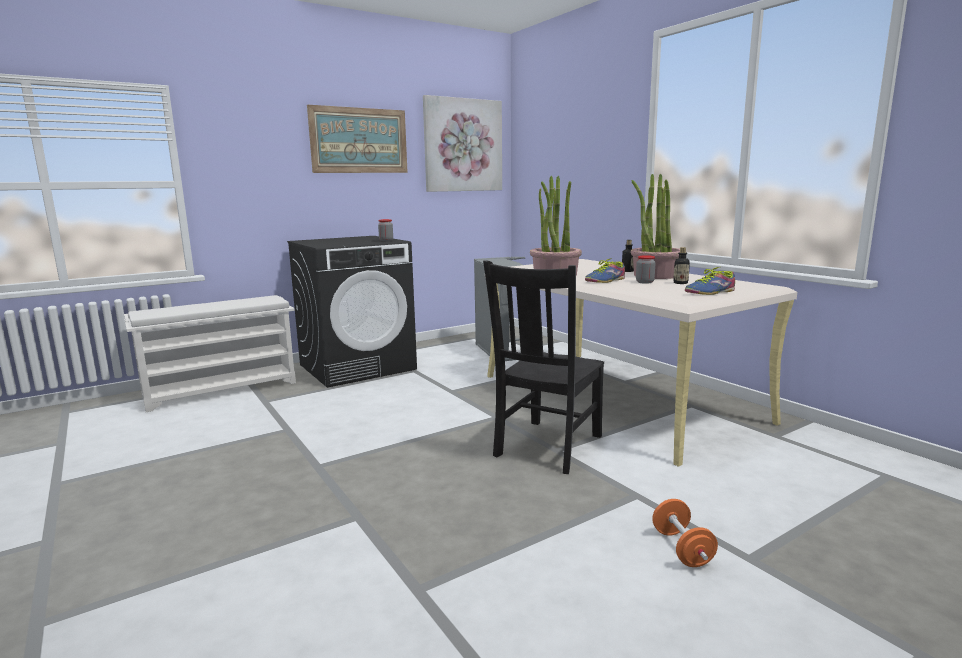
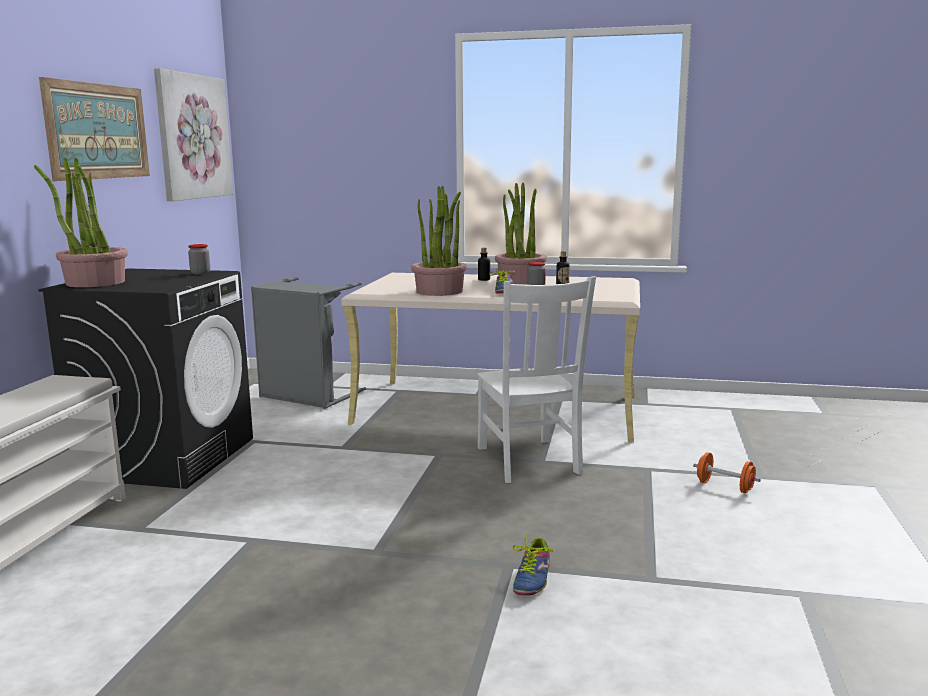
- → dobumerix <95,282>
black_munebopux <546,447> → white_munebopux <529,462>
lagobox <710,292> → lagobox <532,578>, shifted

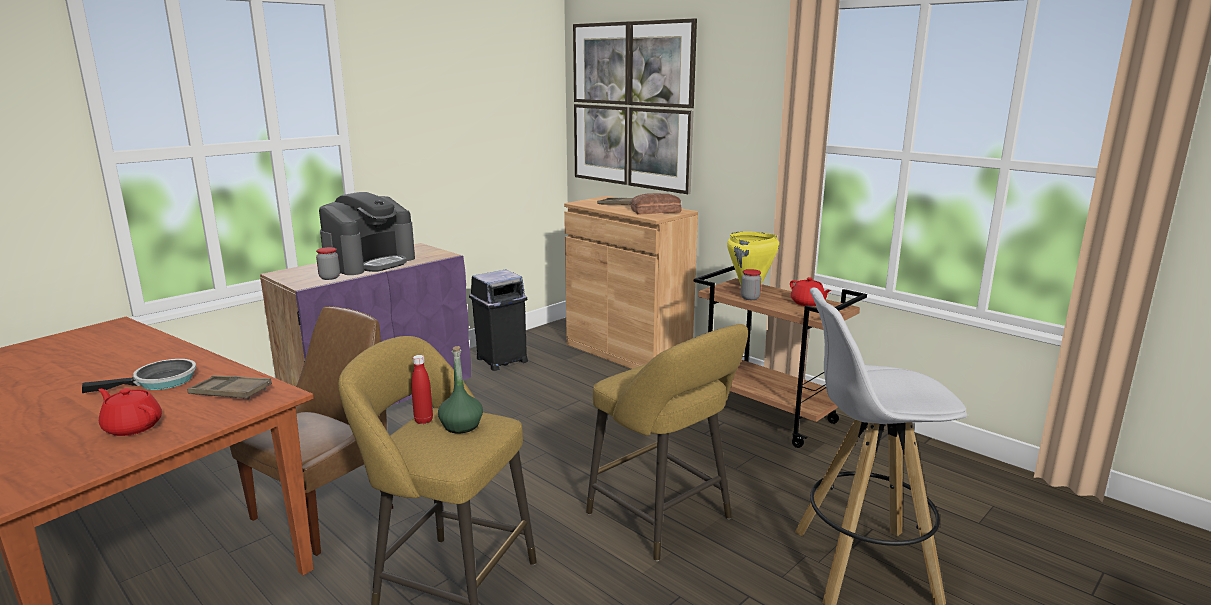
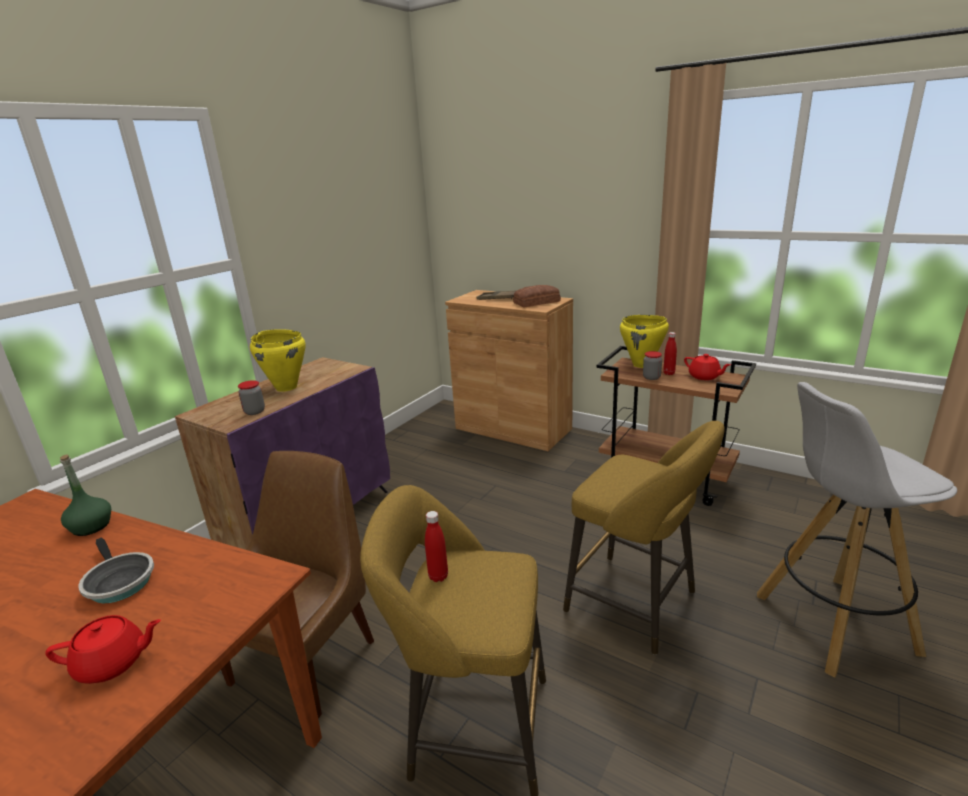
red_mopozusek <132,427> → red_mopozusek <113,663>, 150 degrees clockwise
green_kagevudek <461,426> → green_kagevudek <91,527>, shifted
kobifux <160,382> → kobifux <118,582>, 90 degrees clockwise
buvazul <370,262> → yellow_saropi <286,387>
- → red_kagevudek <669,373>
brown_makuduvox <230,392> → -
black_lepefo <501,360> → -
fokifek <631,105> → -

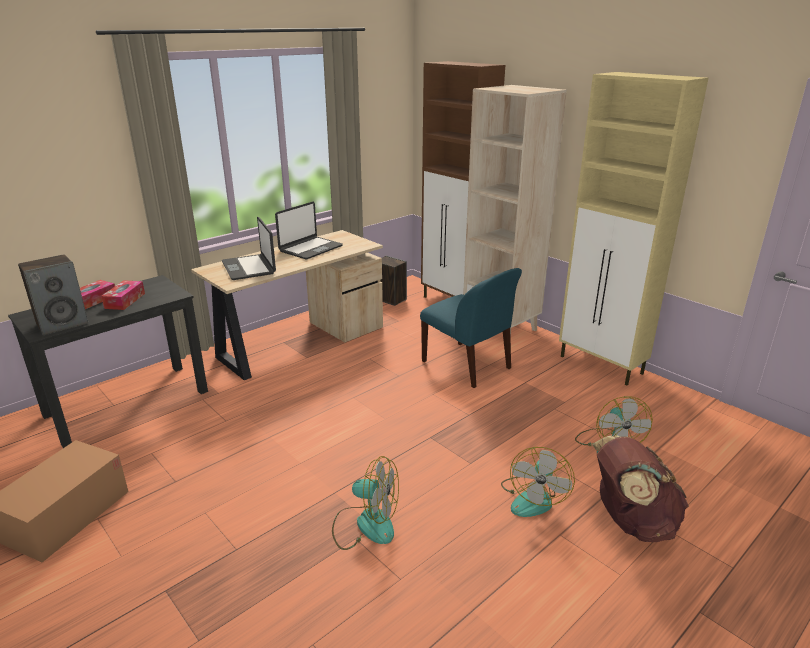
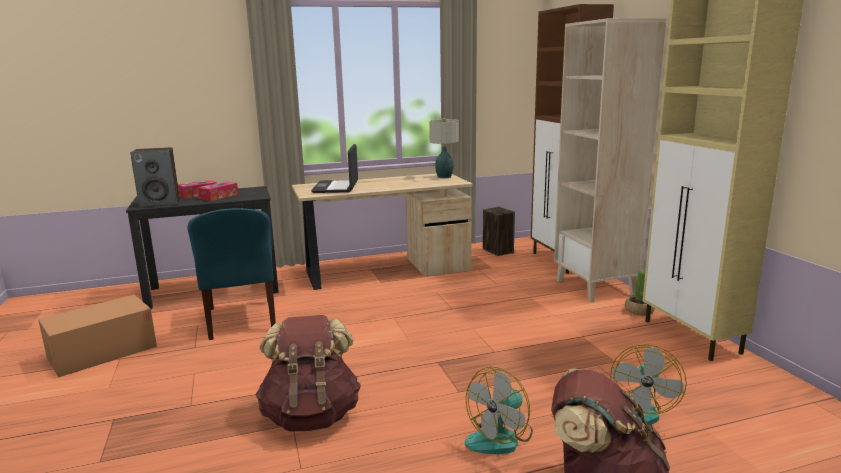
blue_munebopux <467,365> → blue_munebopux <241,320>, shifted
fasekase <365,524> → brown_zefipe <311,416>
- → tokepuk <444,177>
- → dobumerix <639,310>
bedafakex <310,249> → -

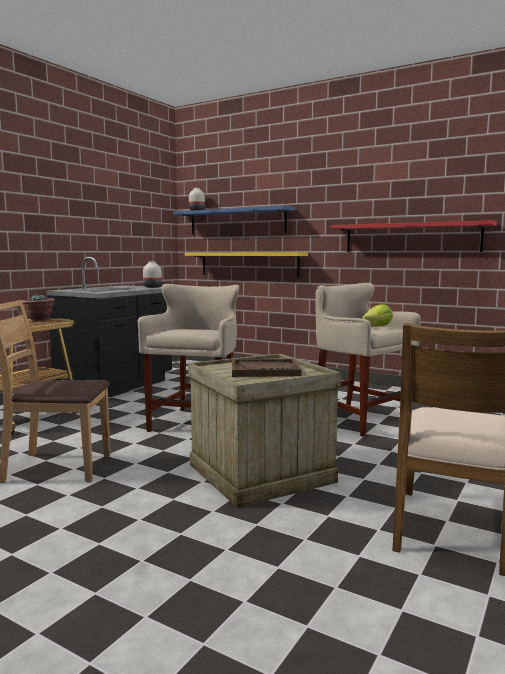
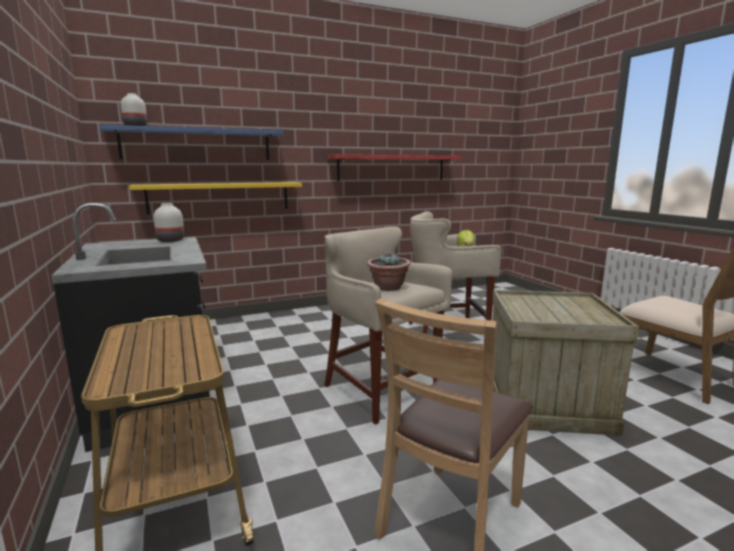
dobumerix <39,319> → dobumerix <388,288>, shifted
brown_makuduvox <265,370> → -

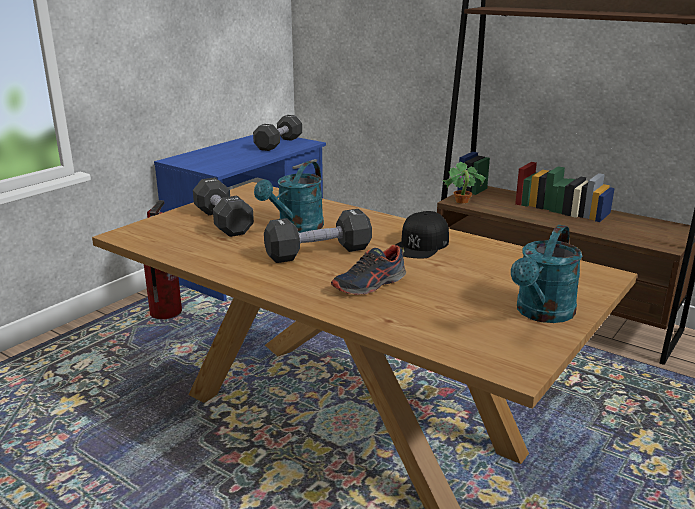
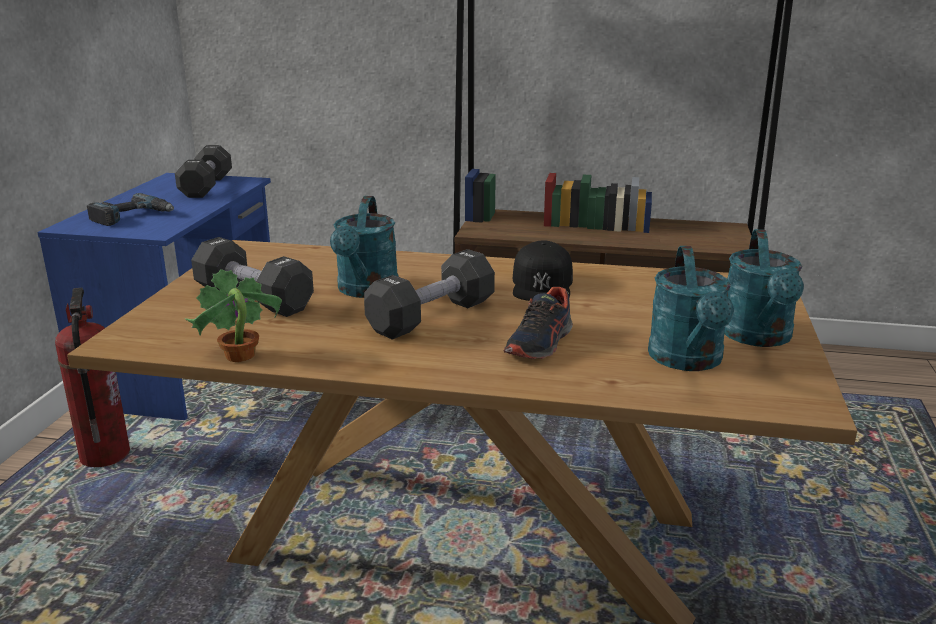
- → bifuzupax <132,216>
dobumerix <461,201> → dobumerix <239,356>, shifted
- → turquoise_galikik <688,361>

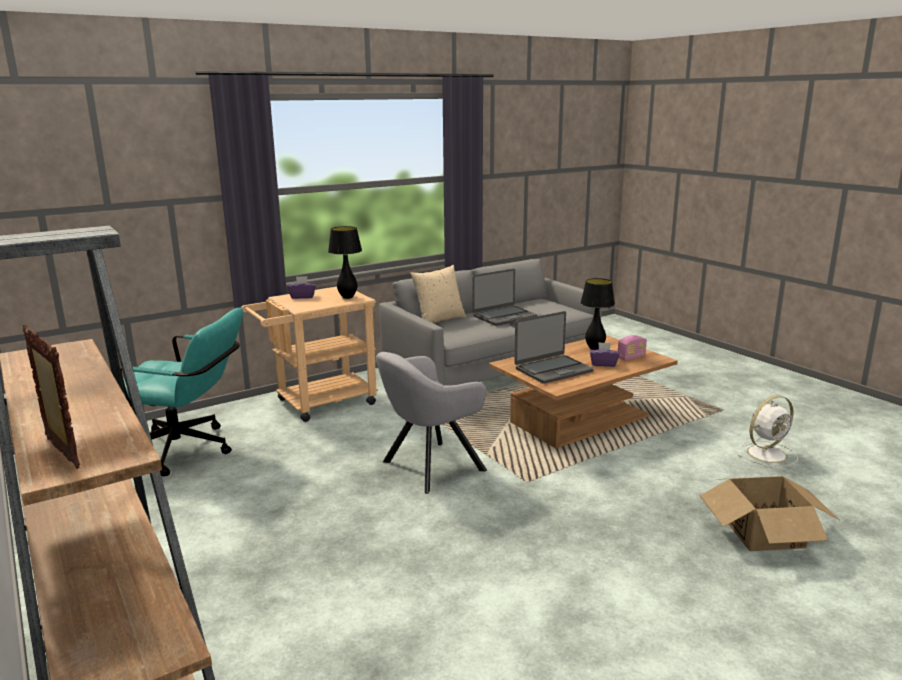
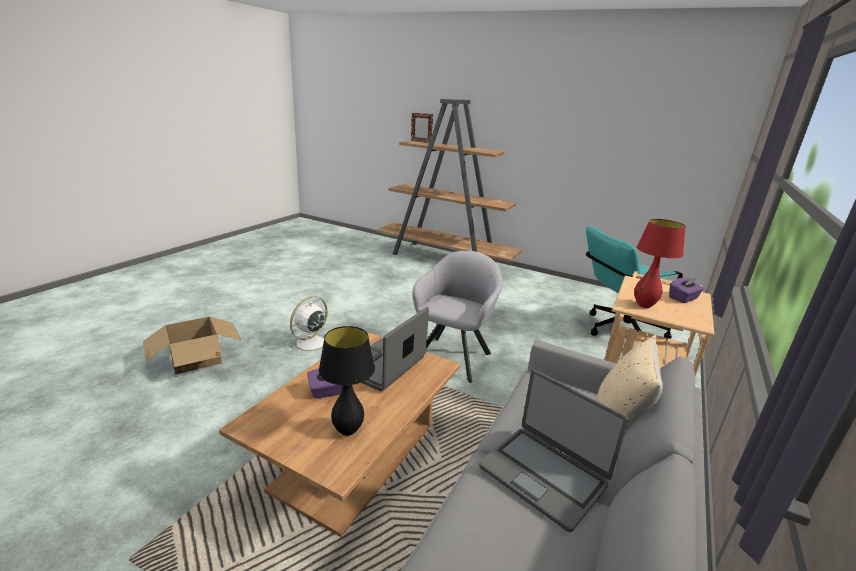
white_fasekase <768,454> → white_fasekase <309,343>, shifted
bedafakex <504,316> → bedafakex <543,475>, 75 degrees counterclockwise
black_tokepuk <347,297> → red_tokepuk <644,305>
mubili <631,357> → -

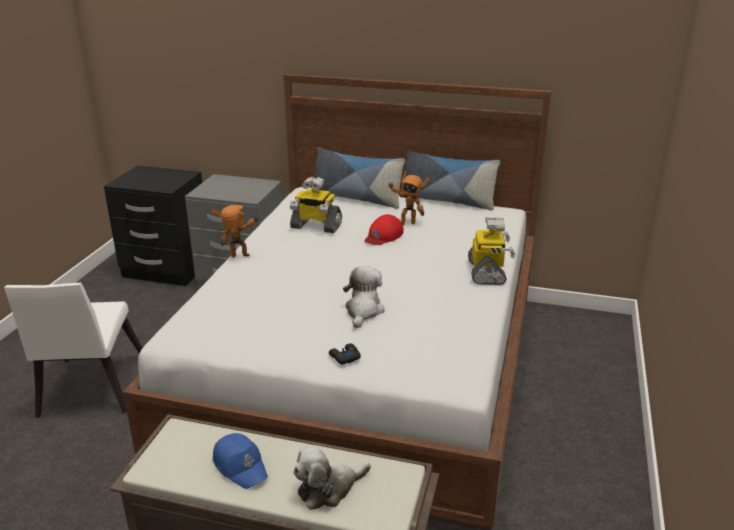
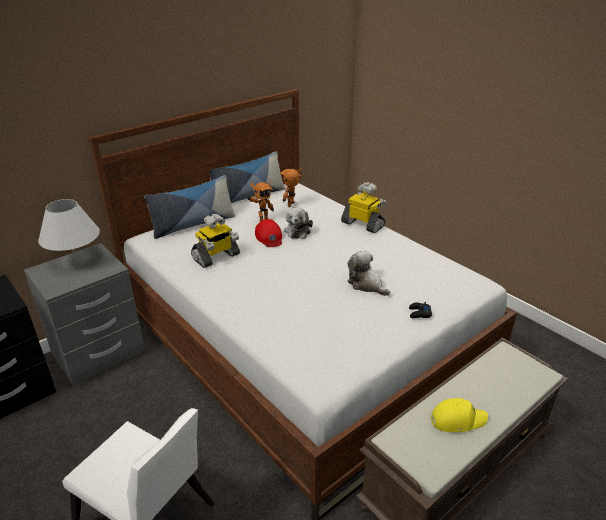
- → white_tokepuk <76,262>
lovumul <240,257> → lovumul <293,205>, shifted
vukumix <328,488> → vukumix <297,230>, shifted
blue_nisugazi <240,466> → yellow_nisugazi <457,419>

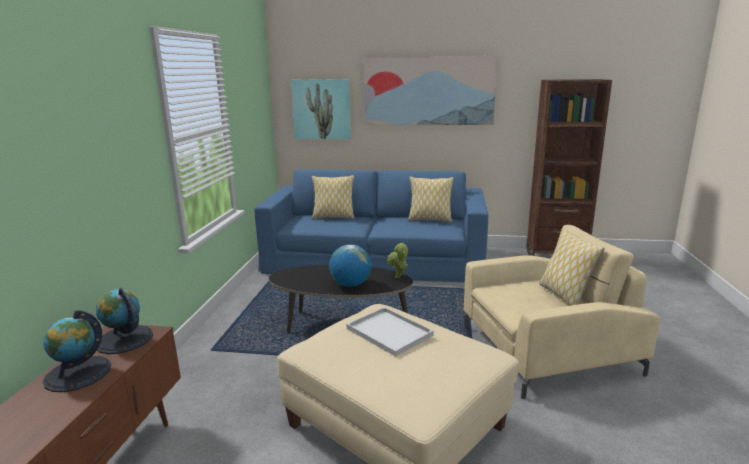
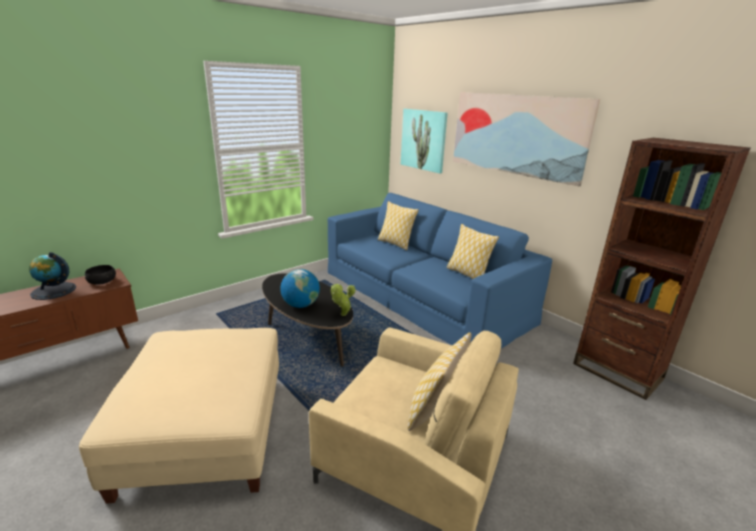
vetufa <124,339> → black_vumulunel <102,281>
white_makuduvox <387,331> → -

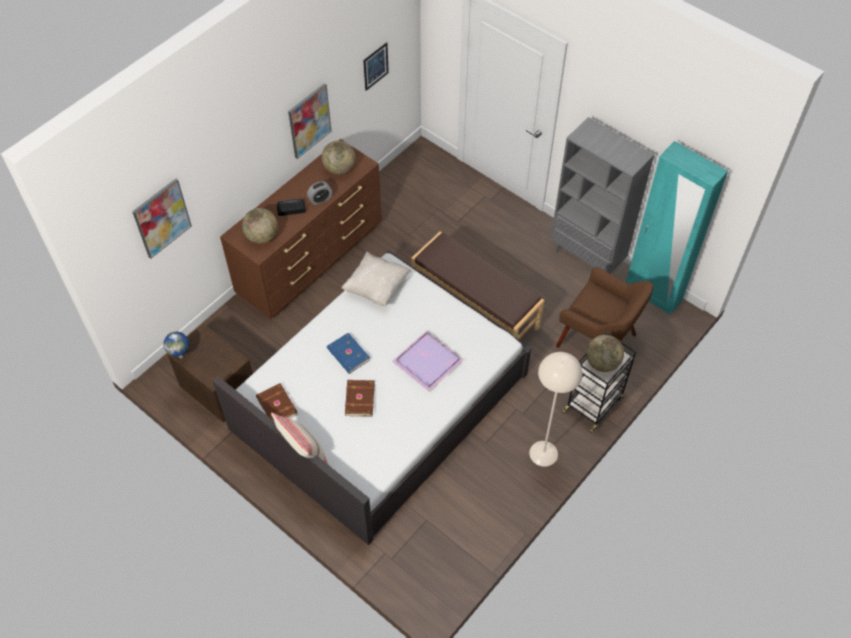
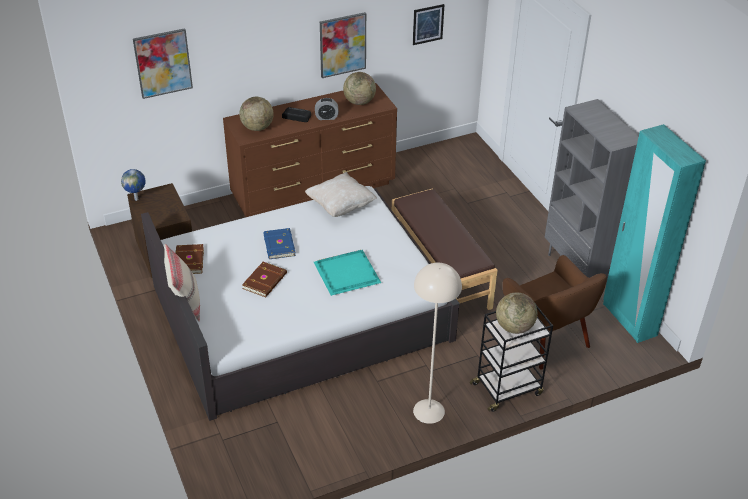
purple_makuduvox <428,362> → turquoise_makuduvox <346,275>

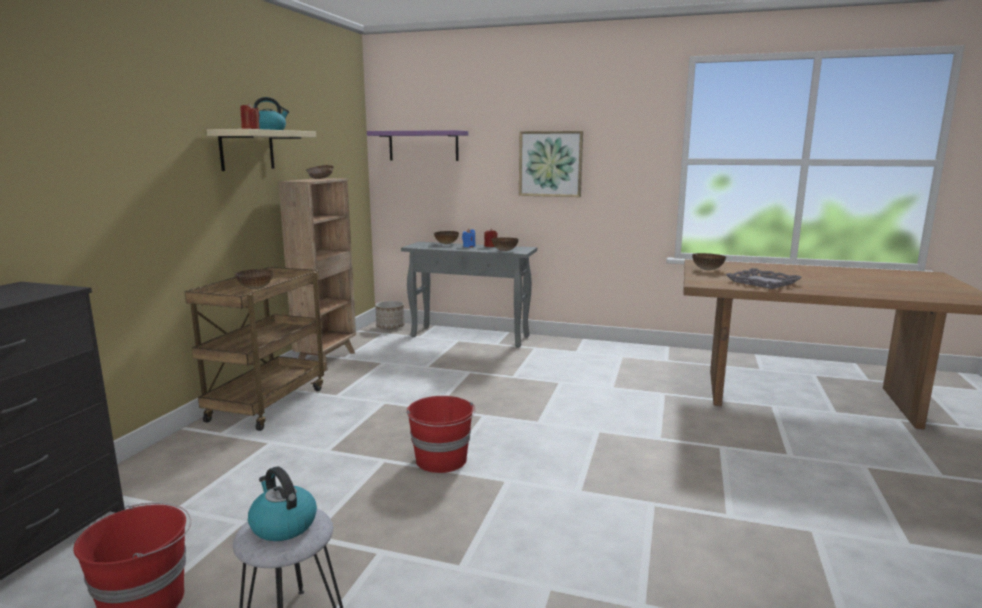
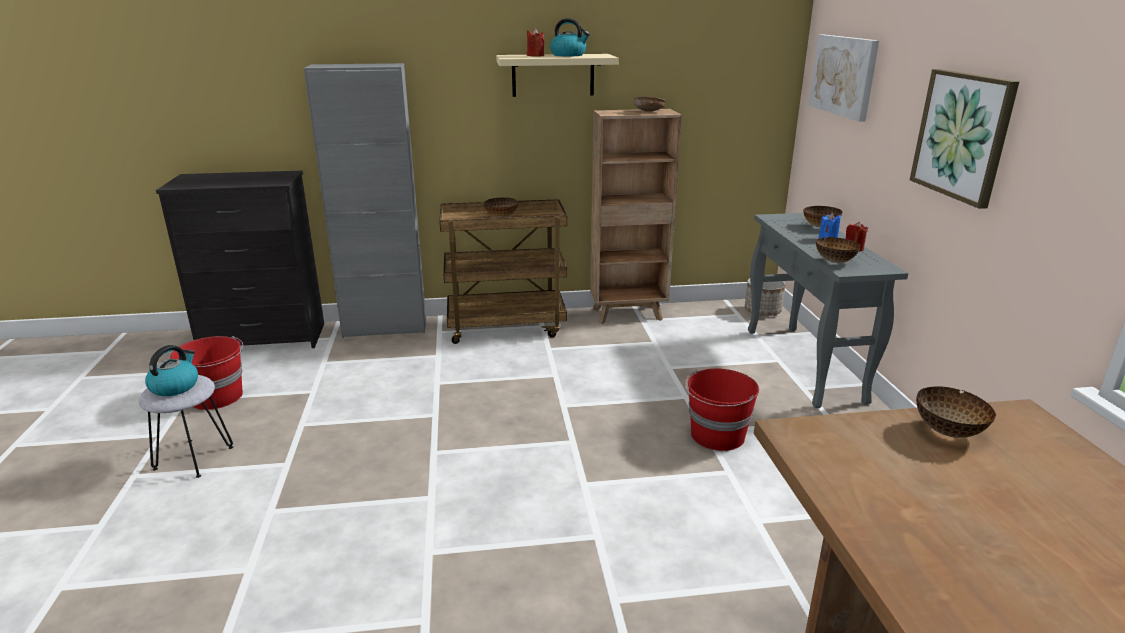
- → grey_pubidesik <385,327>
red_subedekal <442,460> → red_subedekal <717,436>, shifted
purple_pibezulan <423,146> → fokifek <843,75>
grey_makuduvox <763,282> → -

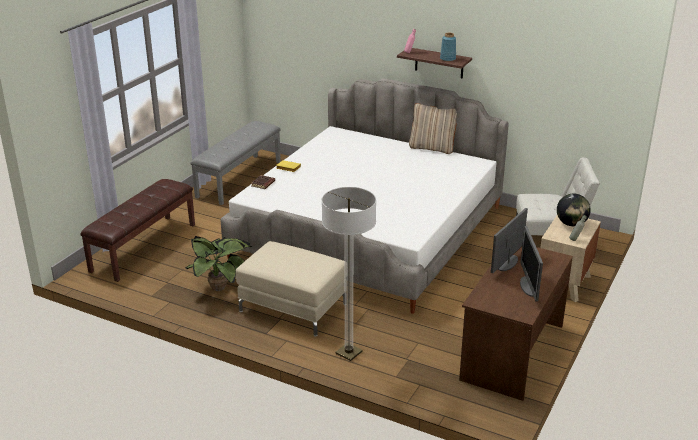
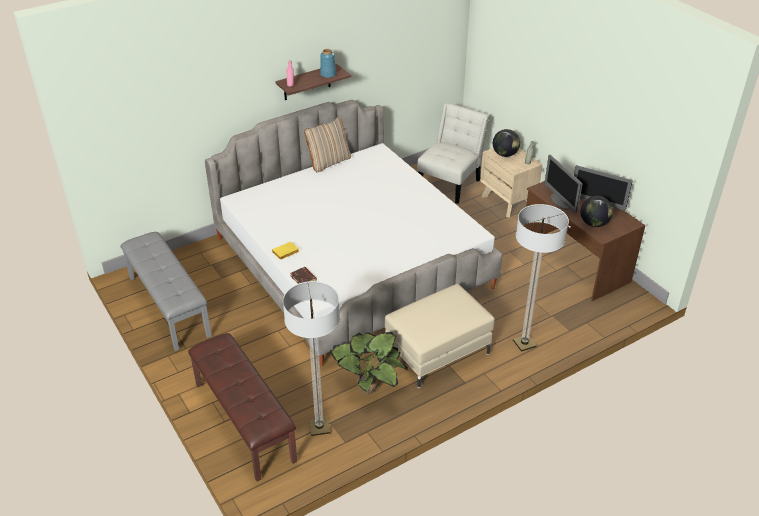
- → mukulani <319,427>
- → vetufa <594,224>

